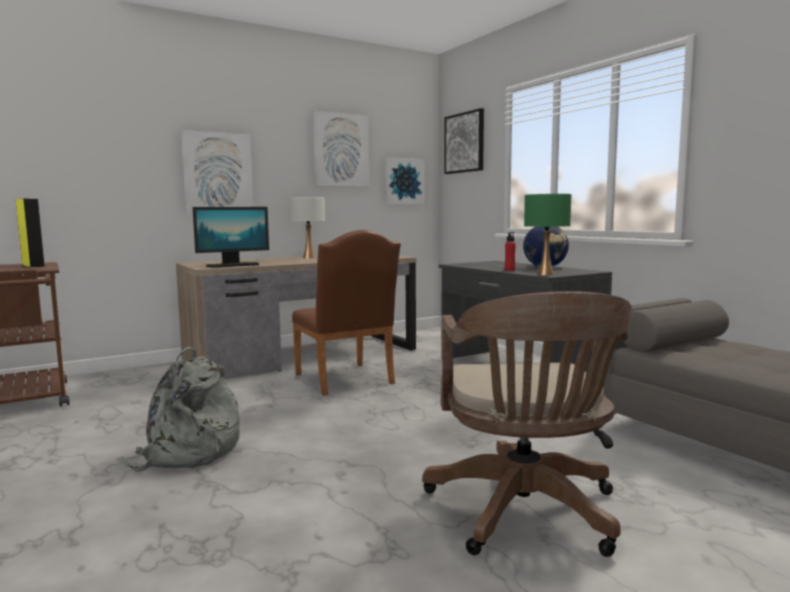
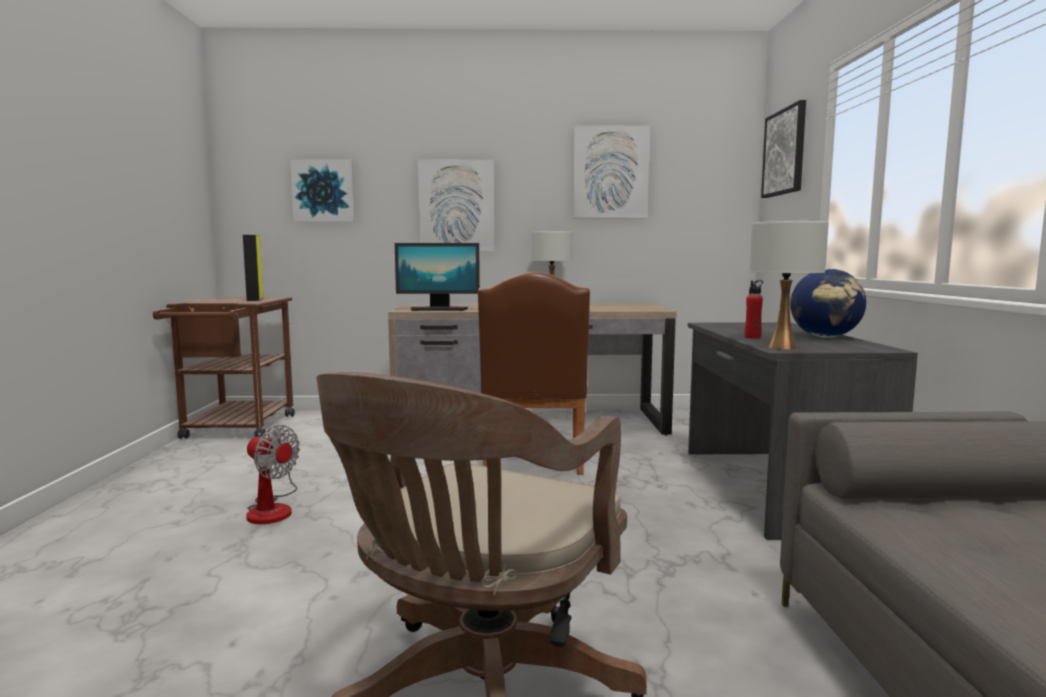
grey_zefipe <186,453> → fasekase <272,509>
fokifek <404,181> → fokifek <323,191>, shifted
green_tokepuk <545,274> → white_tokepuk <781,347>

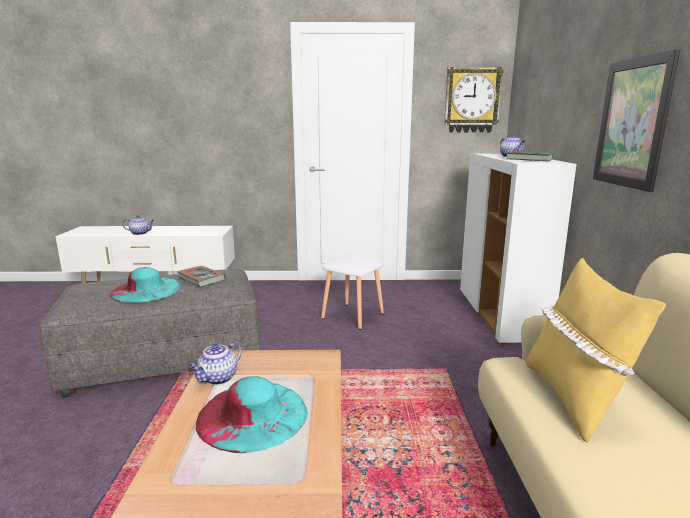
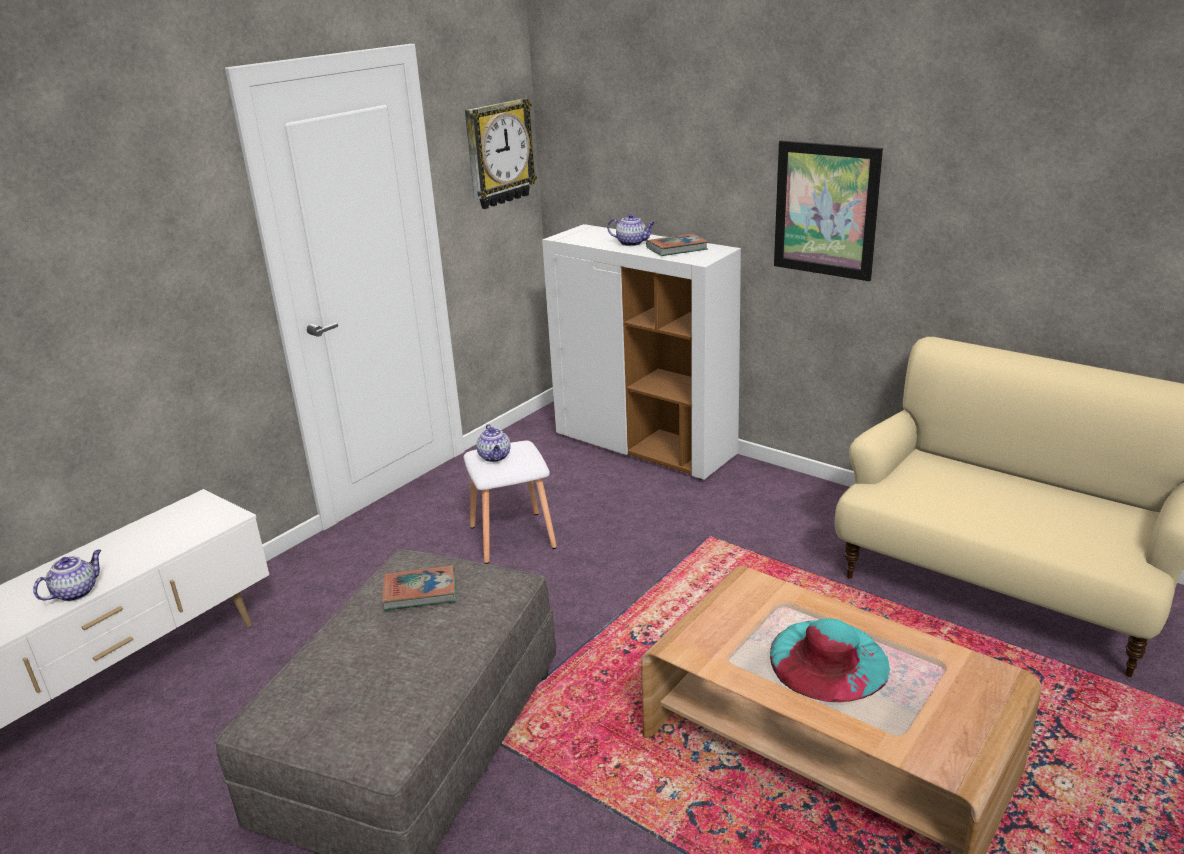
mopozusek <218,378> → mopozusek <495,457>, shifted
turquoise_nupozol <146,290> → -
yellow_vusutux <573,398> → -

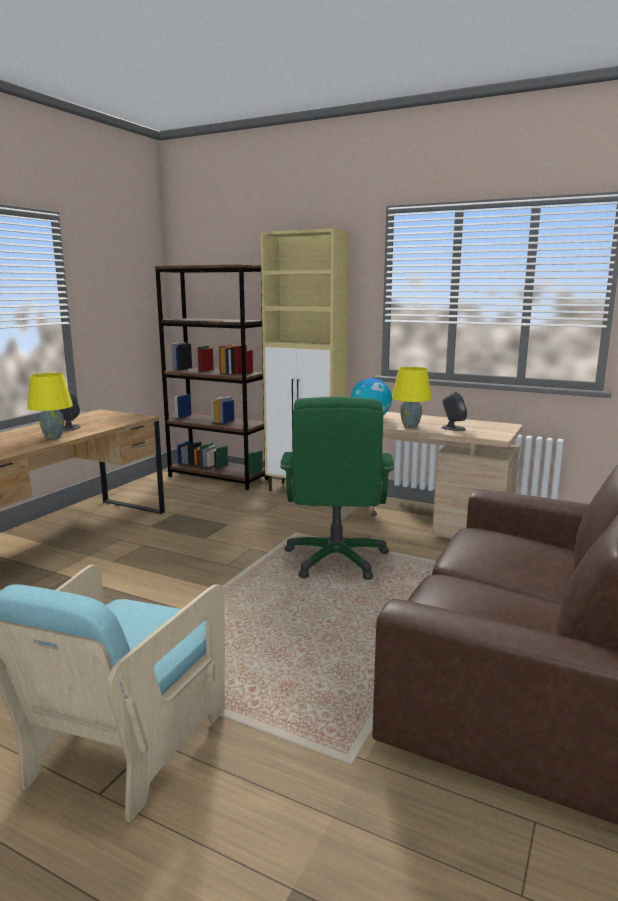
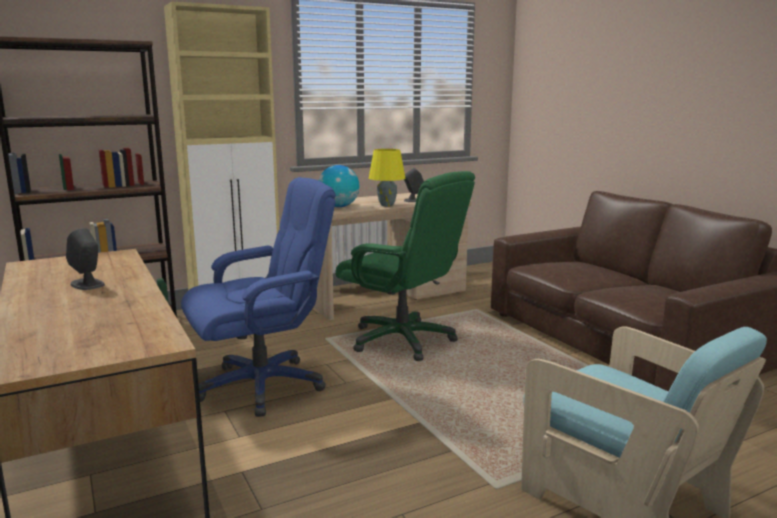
- → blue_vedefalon <262,386>
yellow_tokepuk <53,437> → -

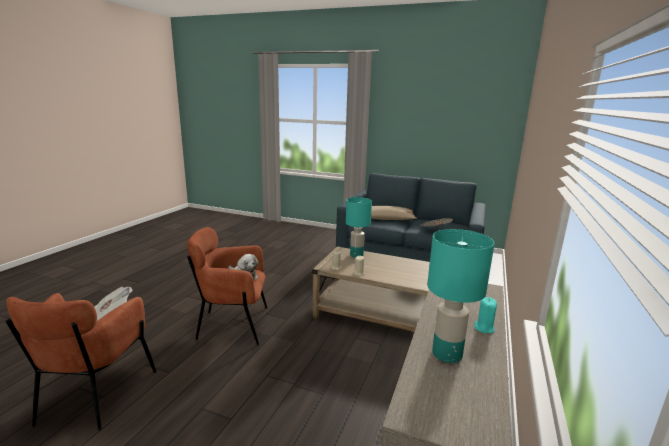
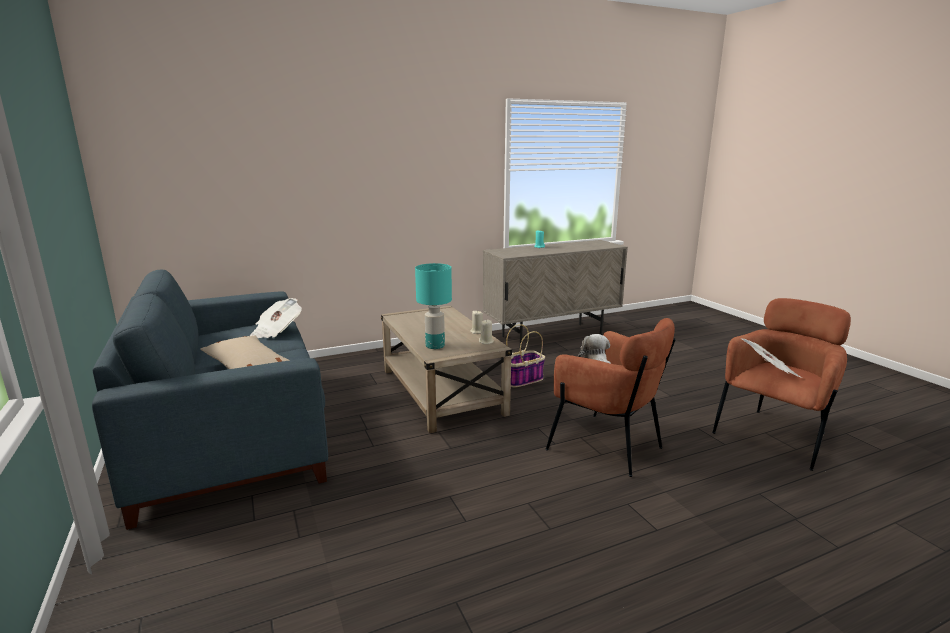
- → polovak <522,380>
turquoise_tokepuk <446,354> → -

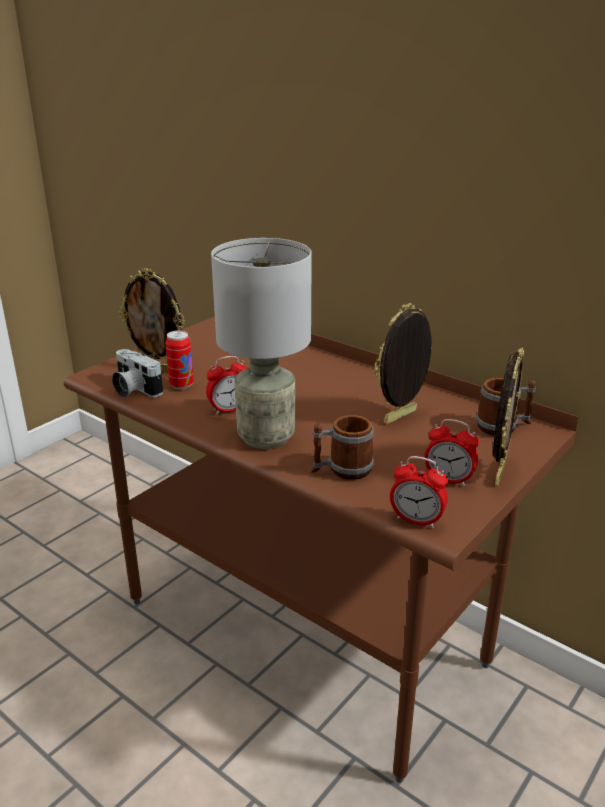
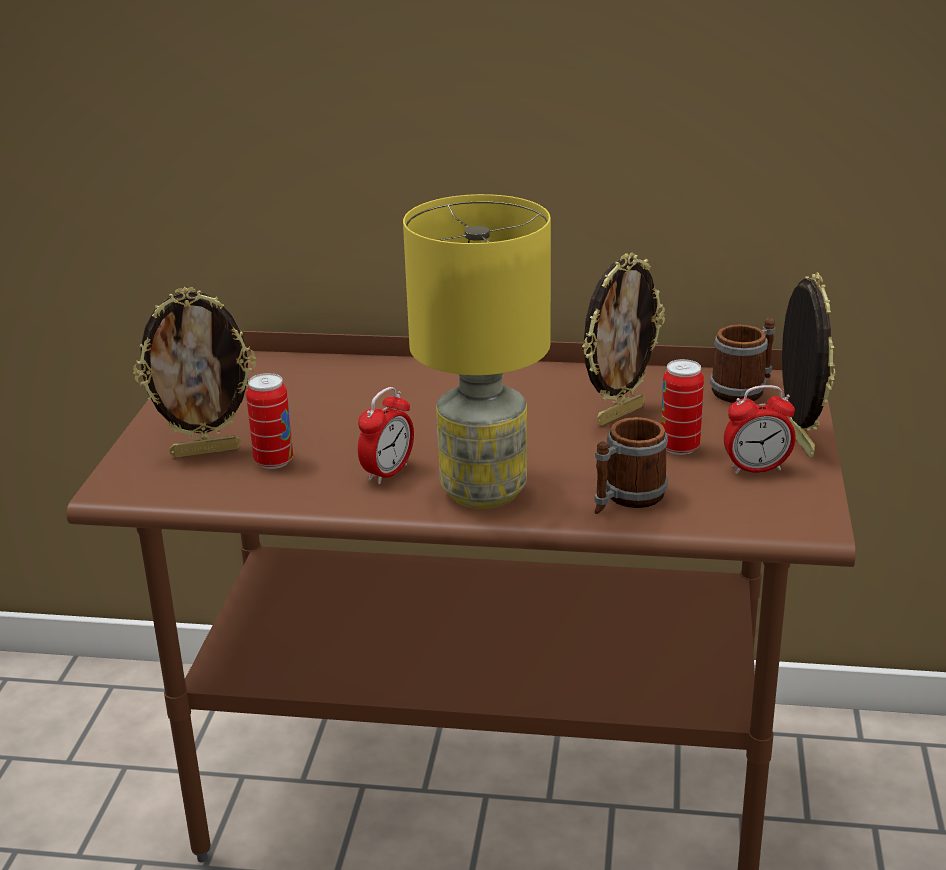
grey_tokepuk <265,437> → yellow_tokepuk <482,492>
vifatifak <401,417> → vifatifak <619,414>, 150 degrees counterclockwise
- → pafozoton <679,447>
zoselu <133,389> → -
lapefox <416,520> → -

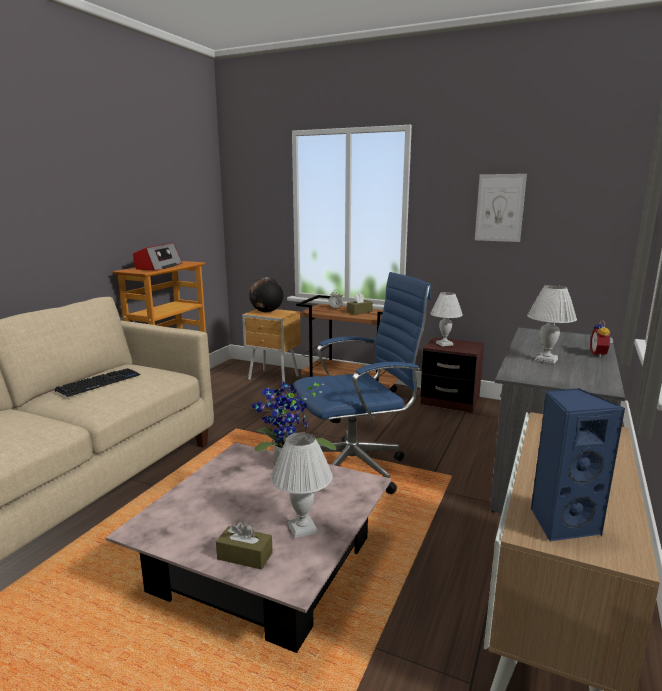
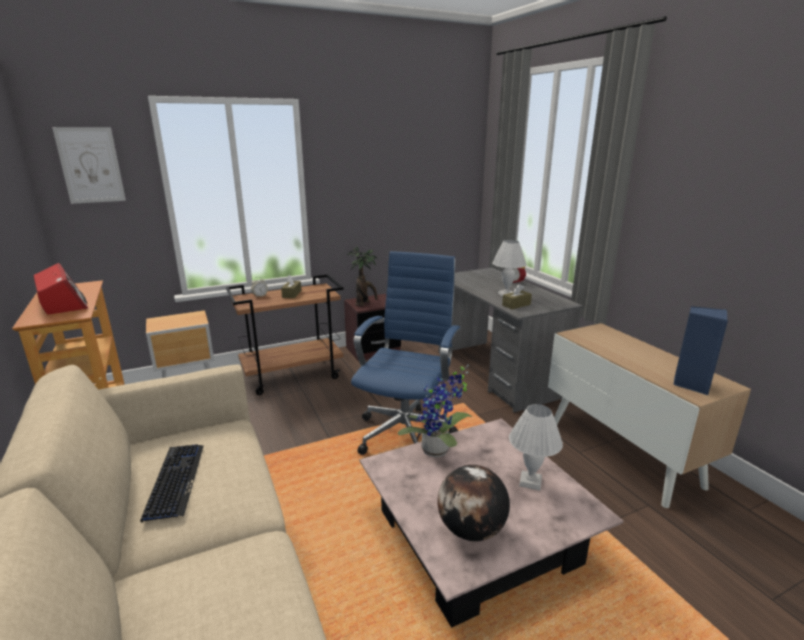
fokifek <500,208> → fokifek <90,165>, shifted
white_tokepuk <444,344> → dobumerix <364,303>
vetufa <266,312> → vetufa <471,530>, shifted
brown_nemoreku <245,556> → brown_nemoreku <516,305>, shifted

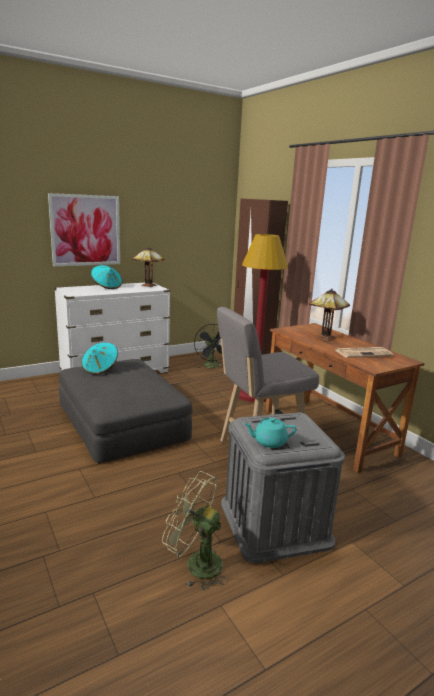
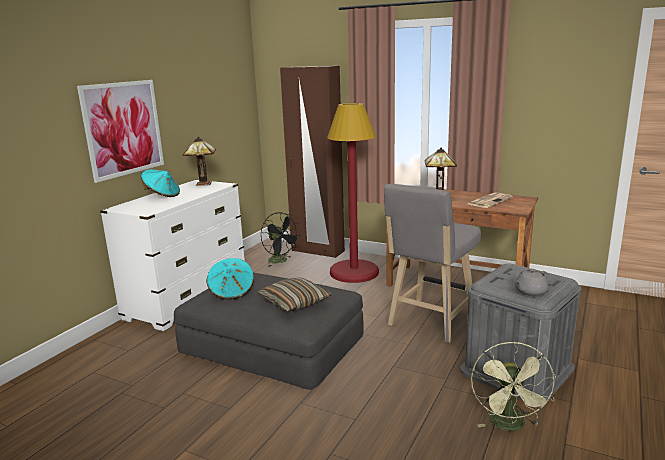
- → vusutux <294,302>
green_fasekase <196,563> → green_fasekase <509,426>, 75 degrees counterclockwise
turquoise_mopozusek <269,442> → grey_mopozusek <530,292>

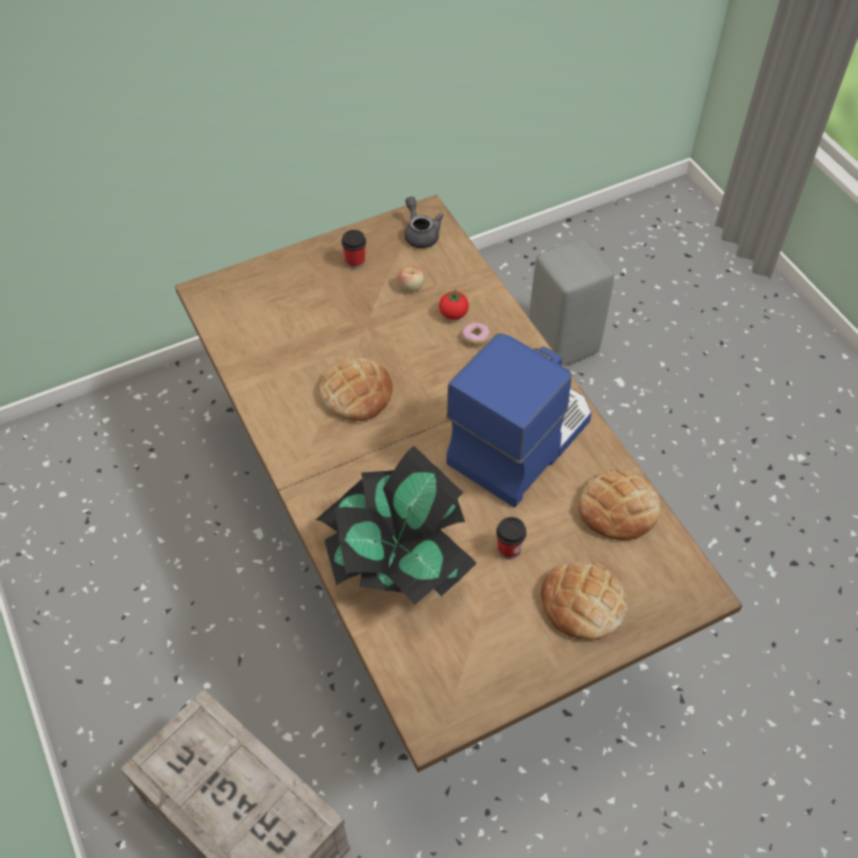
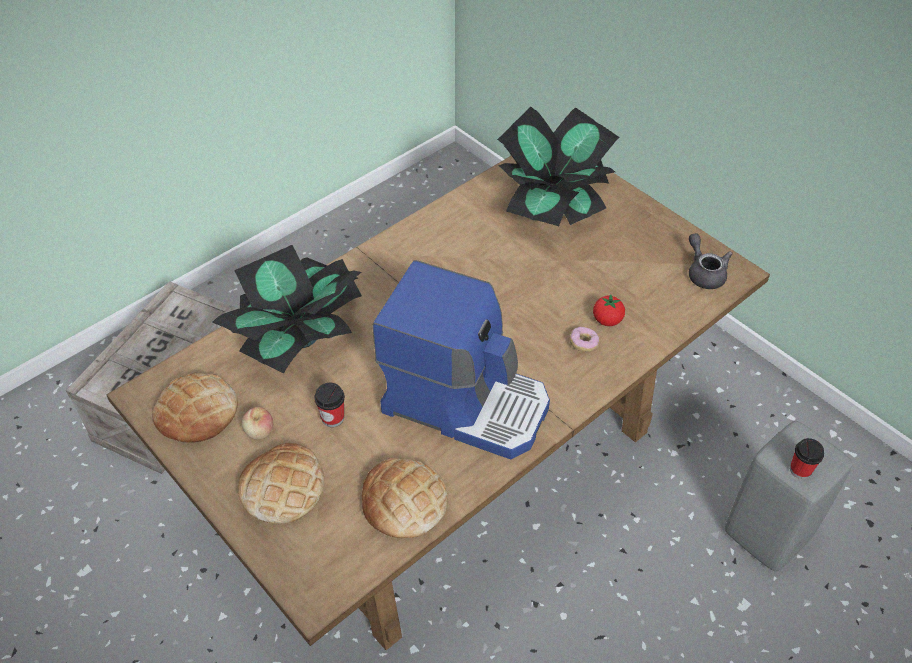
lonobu <356,393> → lonobu <197,412>, shifted
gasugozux <411,287> → gasugozux <259,432>, shifted
- → dobumerix <553,205>
grey_mopozusek <420,233> → grey_mopozusek <704,273>, 75 degrees counterclockwise
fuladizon <355,262> → fuladizon <800,470>, shifted

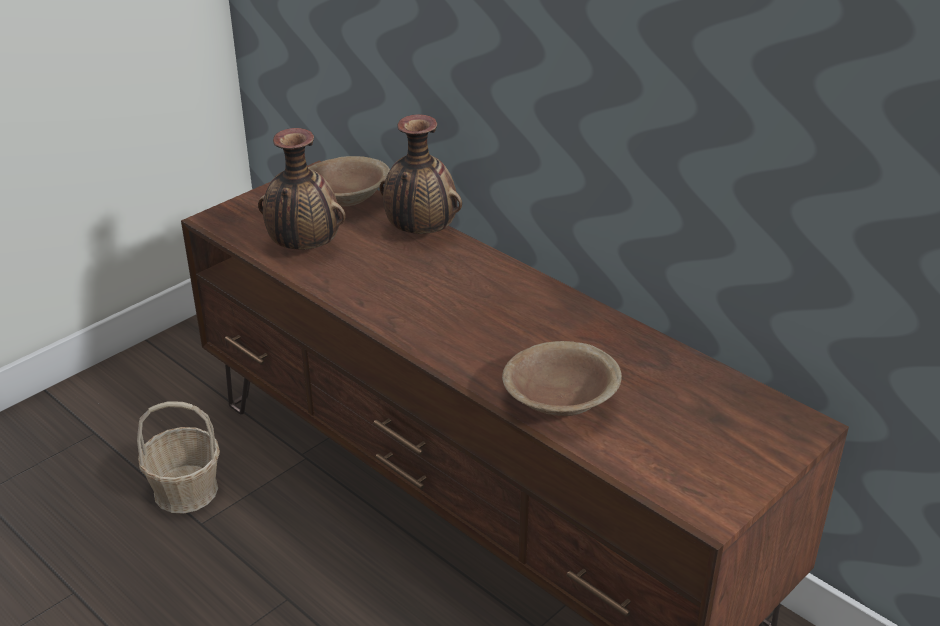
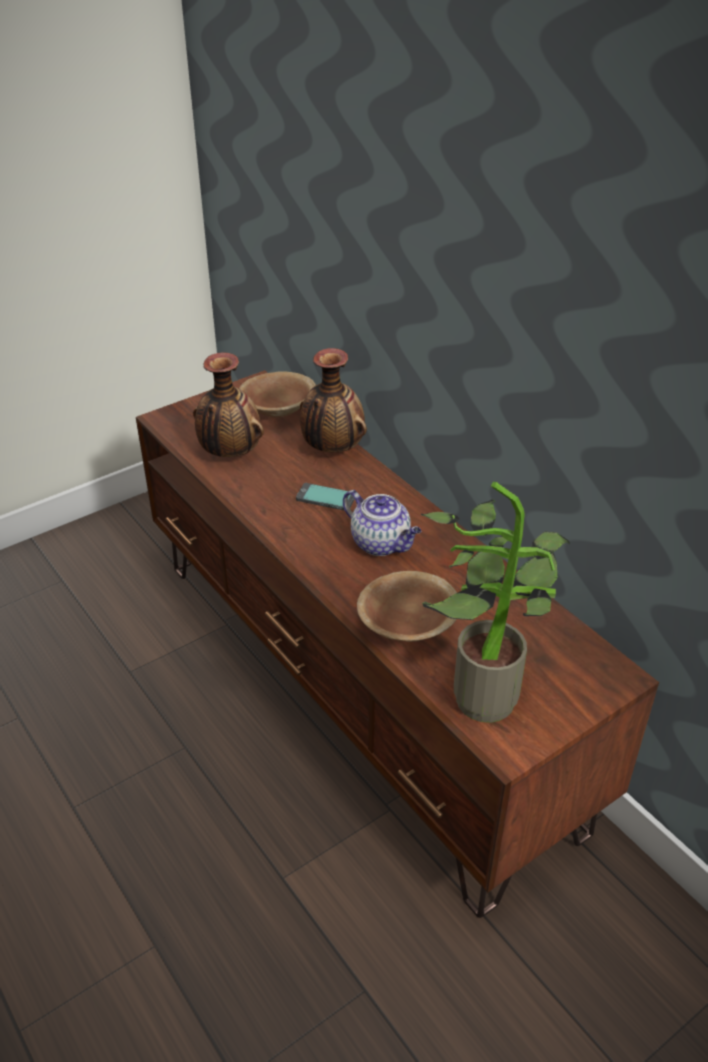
- → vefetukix <325,498>
- → mopozusek <382,543>
- → dobumerix <486,691>
polovak <185,490> → -

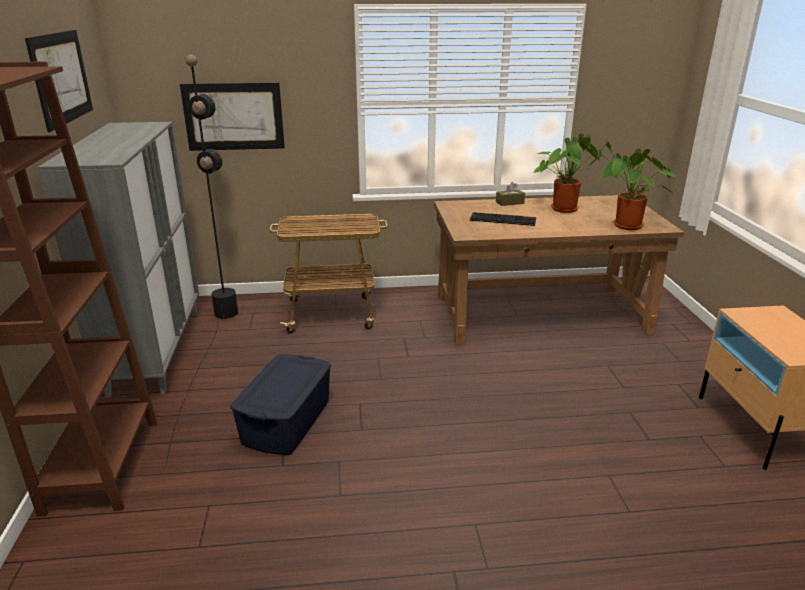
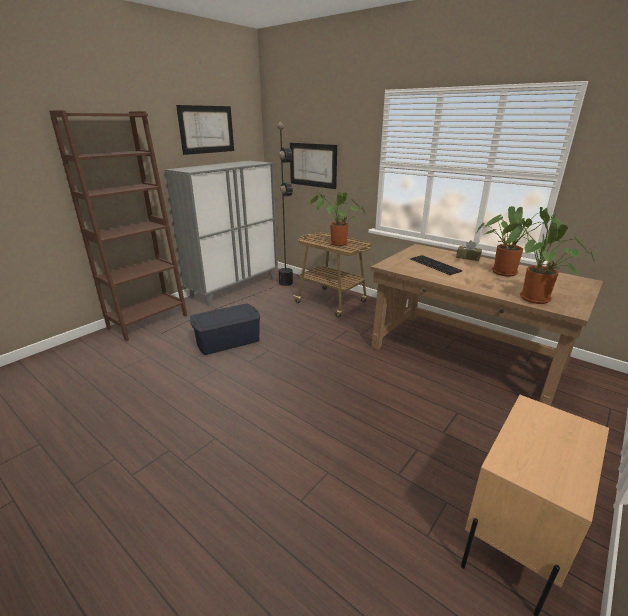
- → dobumerix <336,244>

